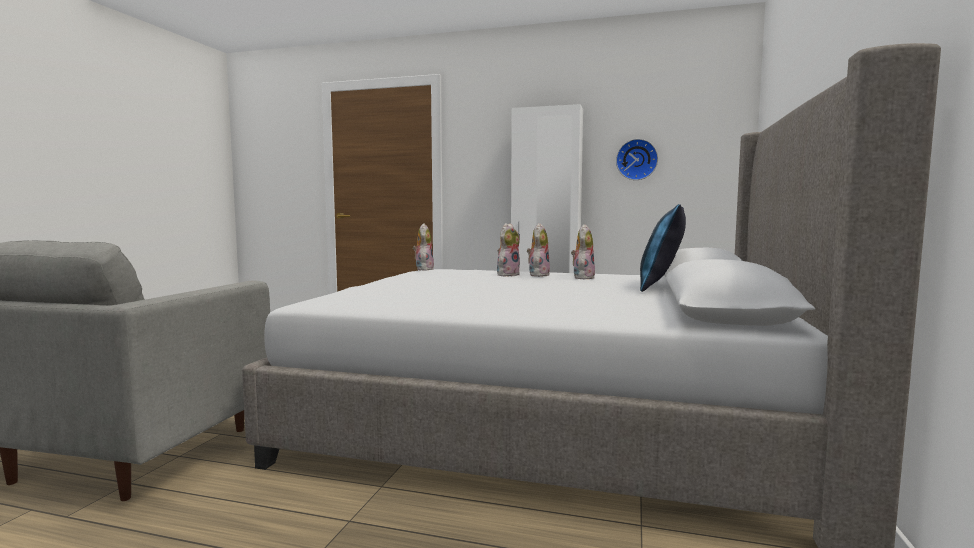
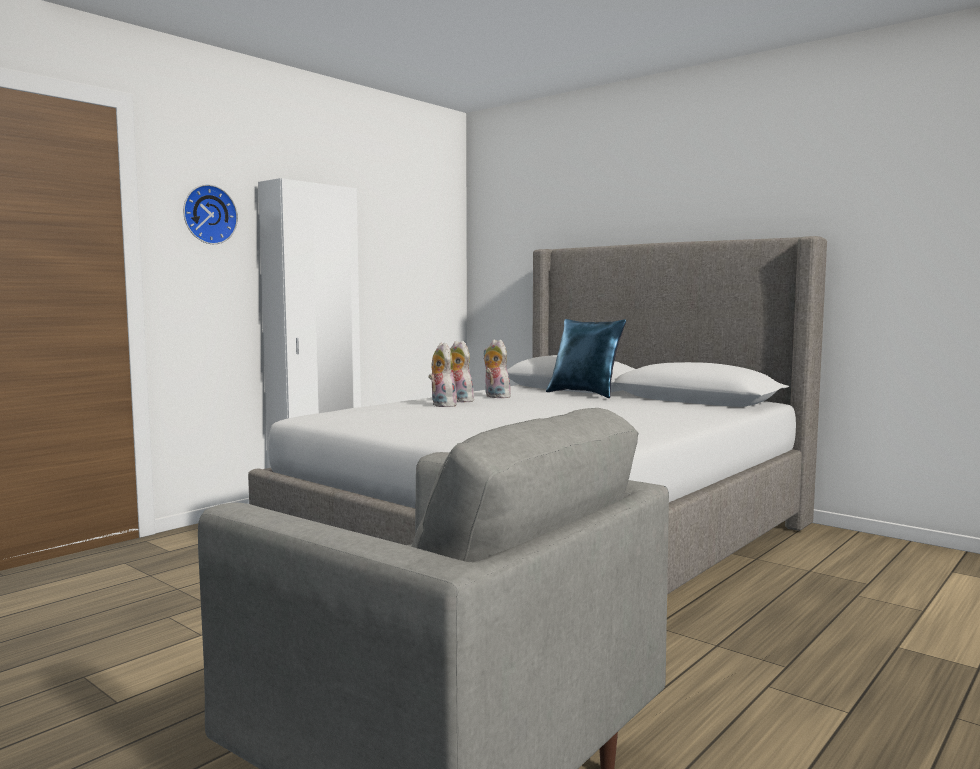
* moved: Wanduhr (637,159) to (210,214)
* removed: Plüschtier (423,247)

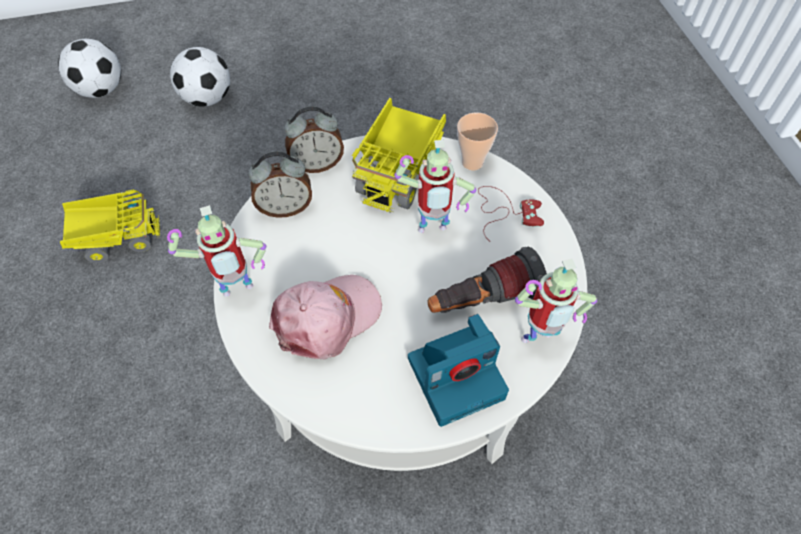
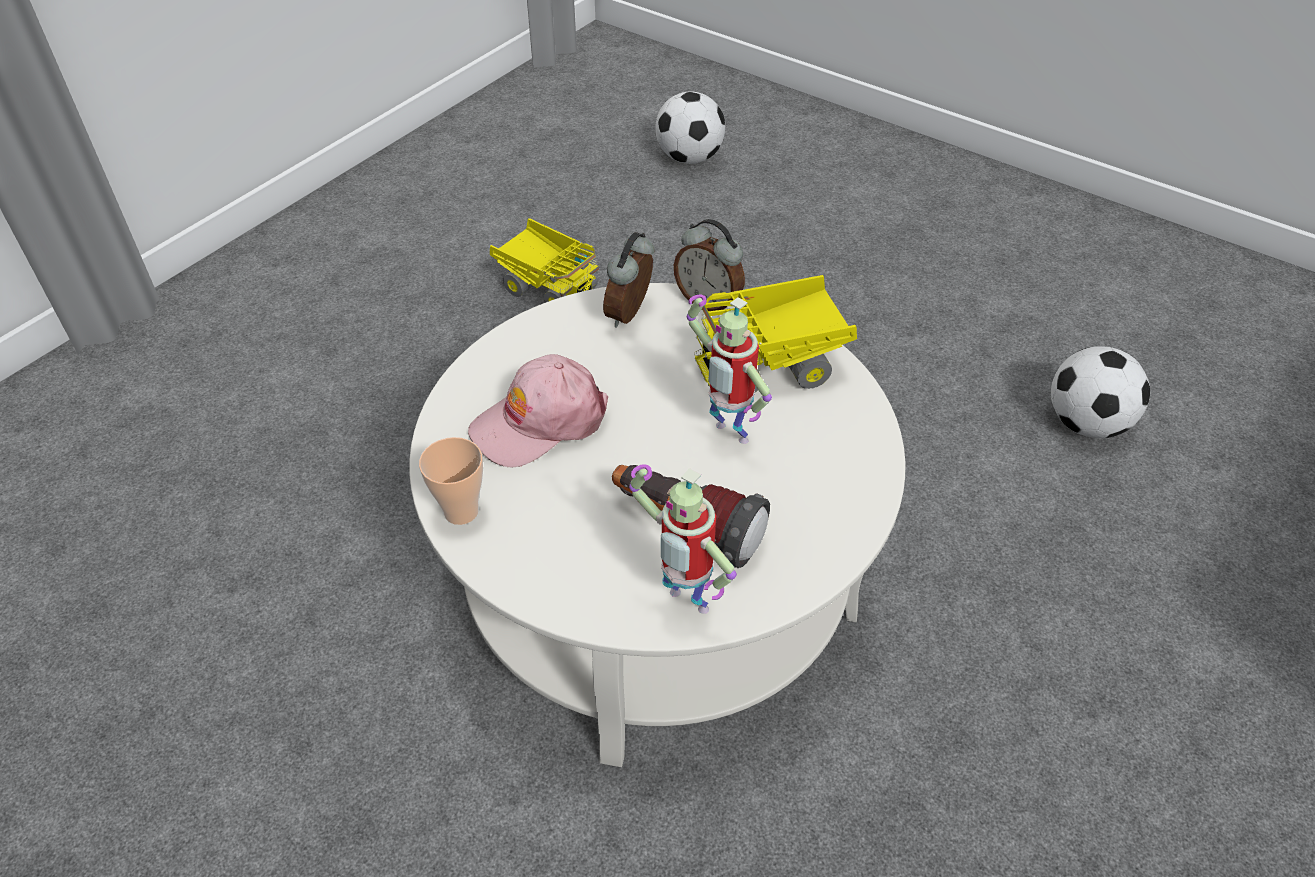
* moved: Fußball (200,77) to (1100,392)
* moved: Tasse (477,142) to (451,481)
* turned: Wecker (280,185) = (629,279) 75 degrees clockwise
* removed: Gamepad/rot (511,213)
* removed: Spielzeugroboter (216,251)
* turned: Kappe/rosa (325,317) = (538,411) 135 degrees clockwise
* removed: Kamera (458,370)

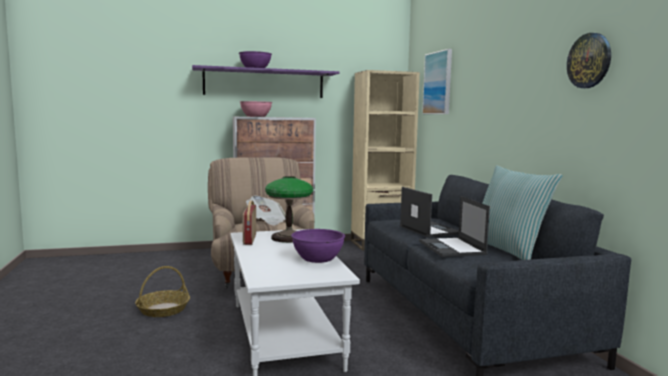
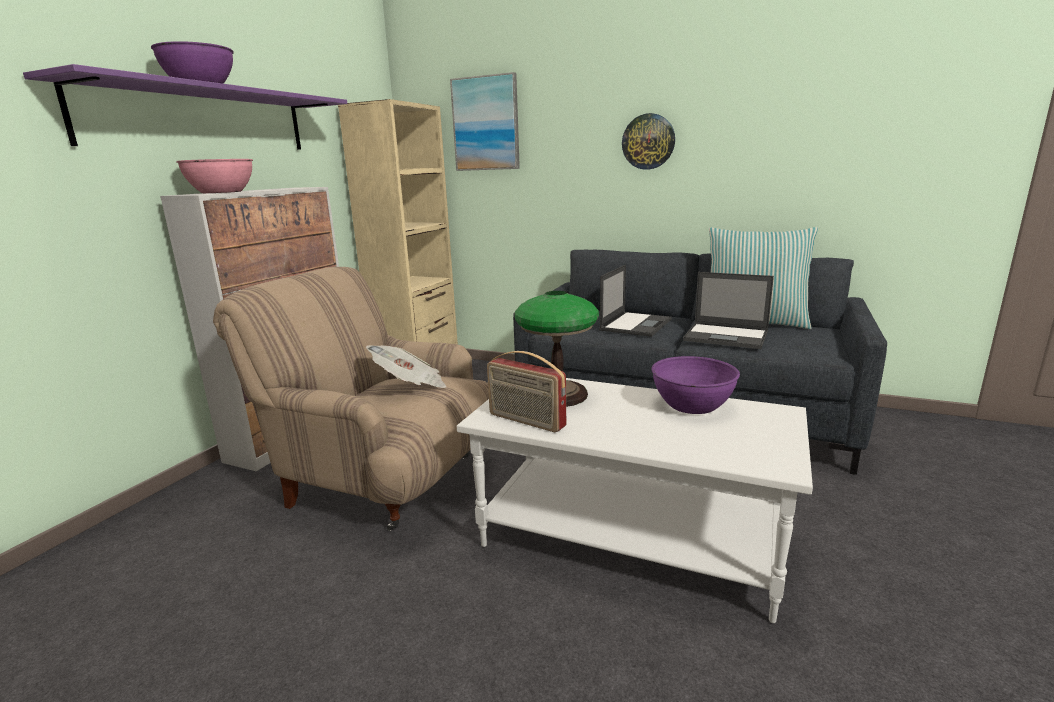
* moved: Wanduhr (589,60) to (648,141)
* turned: Laptop (429,212) = (635,301) 105 degrees clockwise
* removed: Korb (162,291)

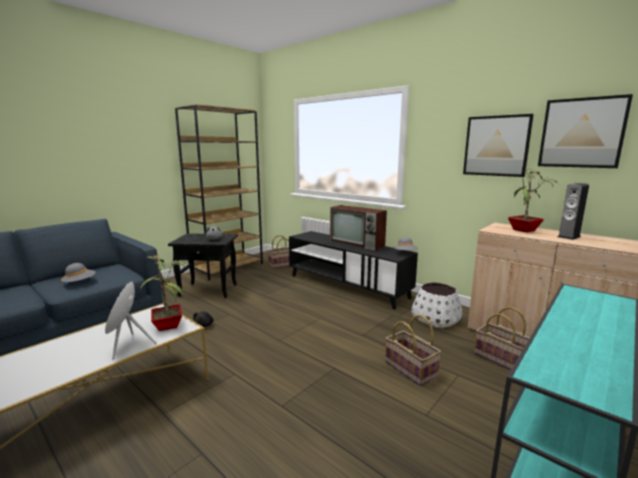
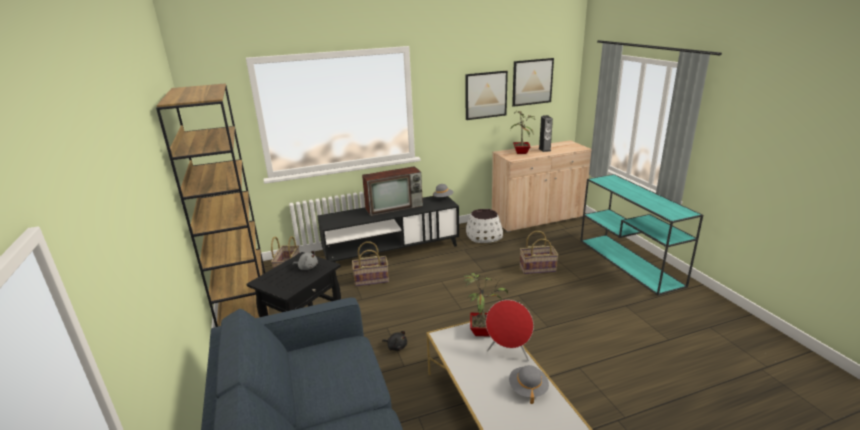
* moved: Hut/grau (78,274) to (529,384)
* moved: Korb (501,338) to (370,264)

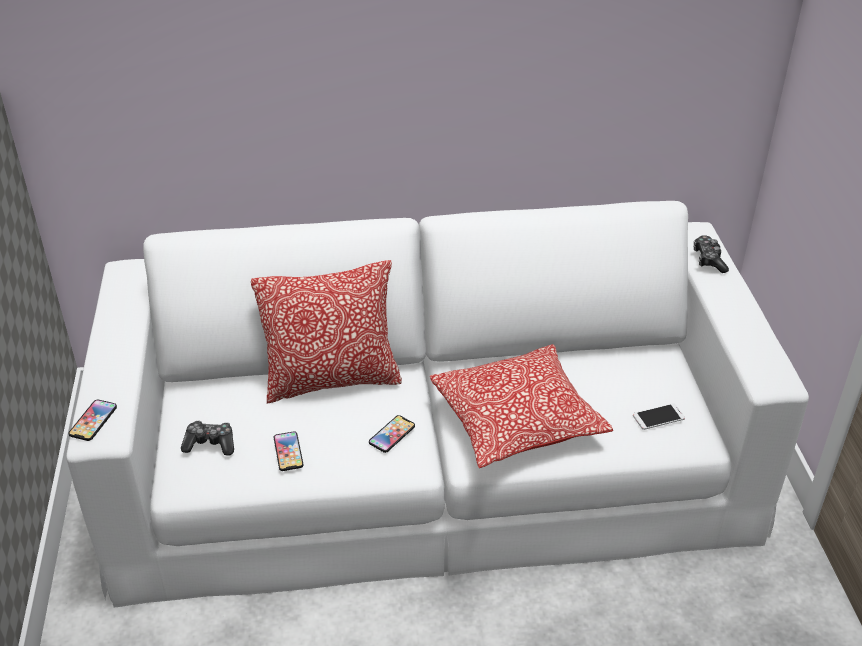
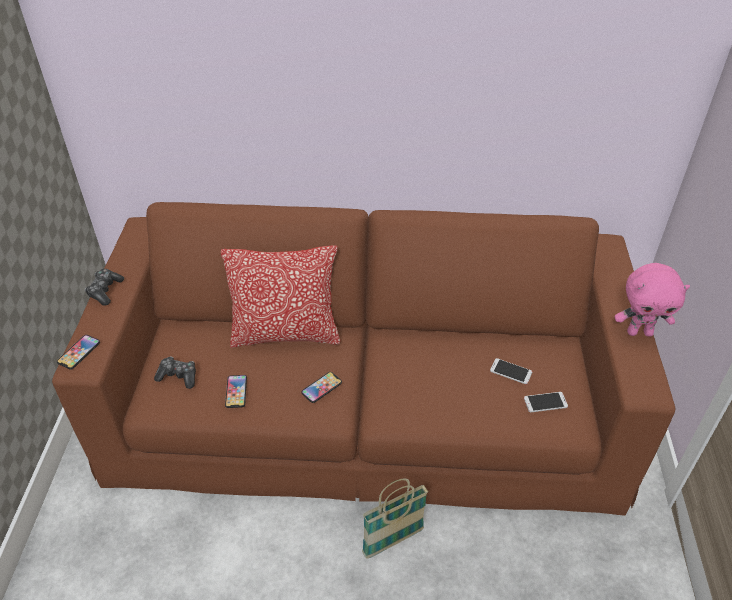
* recoloured: Sofa/weiß (437,404) to Sofa/braun (363,359)
* moved: Gamepad (711,254) to (104,287)
* removed: Kissen (521,406)
* added: Plüschtier/rosa (652,300)
* added: Handy (511,371)
* added: Korb (395,518)

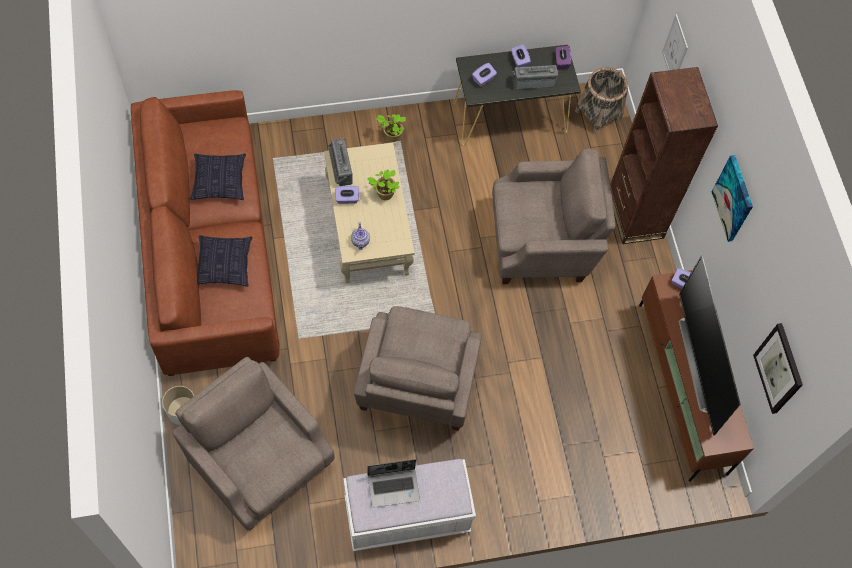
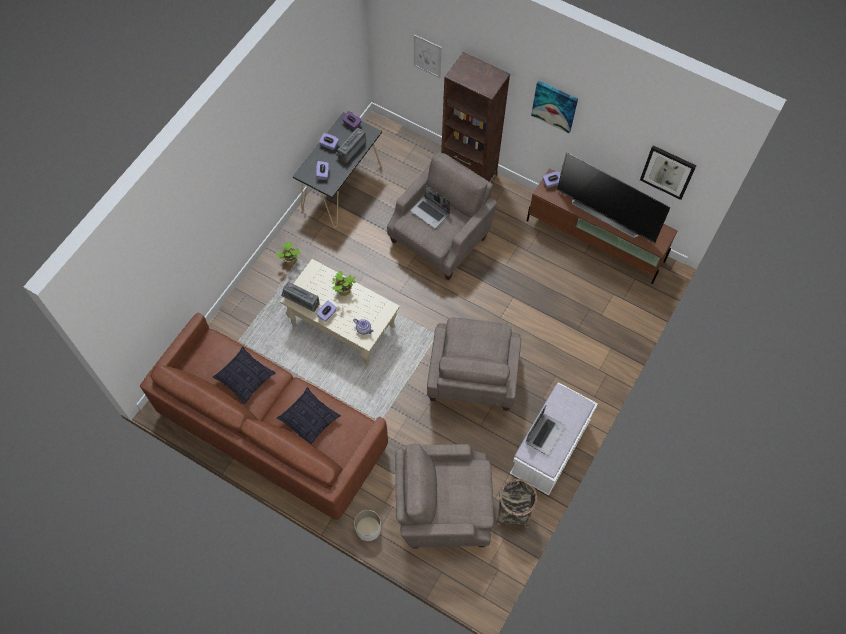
* moved: Korb (601,100) to (516,503)
* turned: Sessel/beige (418,368) = (474,364) 45 degrees clockwise
* added: Laptop (430,206)

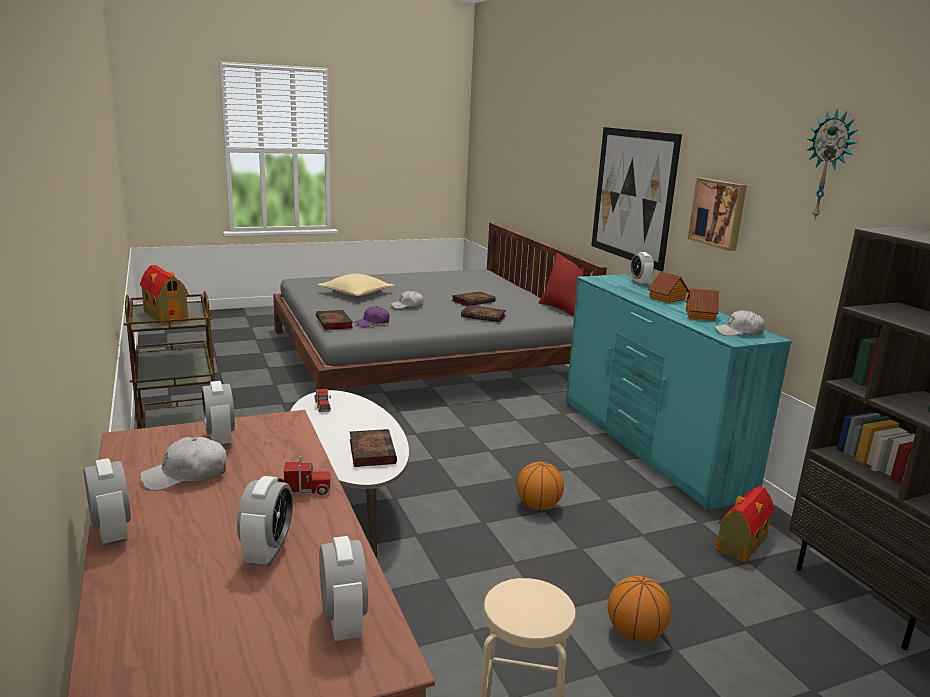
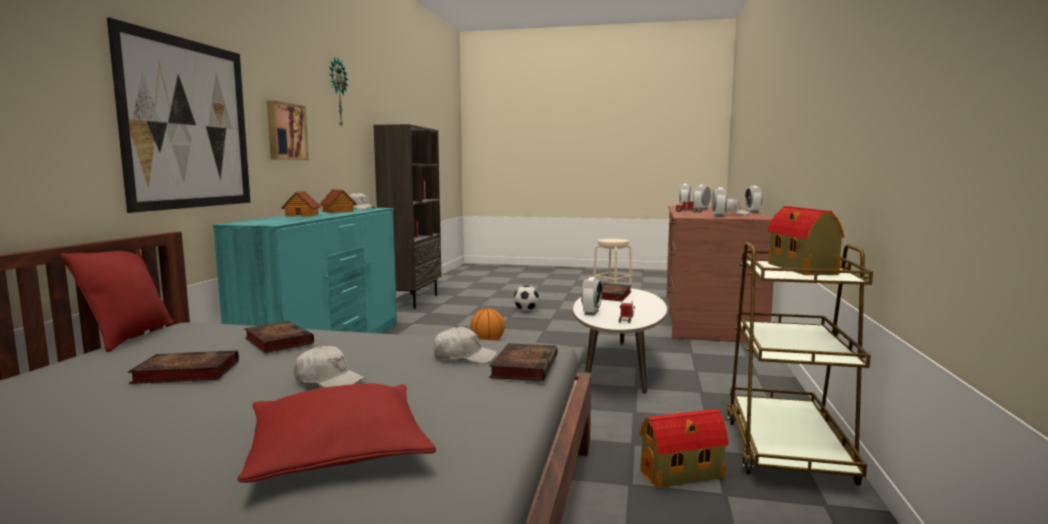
* moved: Wecker (642,269) to (592,296)
* recoloured: Kissen/beige (355,285) to Kissen/rot (337,433)
* recoloured: Kappe/lila (372,316) to Kappe/weiß (465,345)
* moved: Spielzeughaus (745,524) to (684,448)
* replaced: Basketball (639,609) to Fußball (526,298)

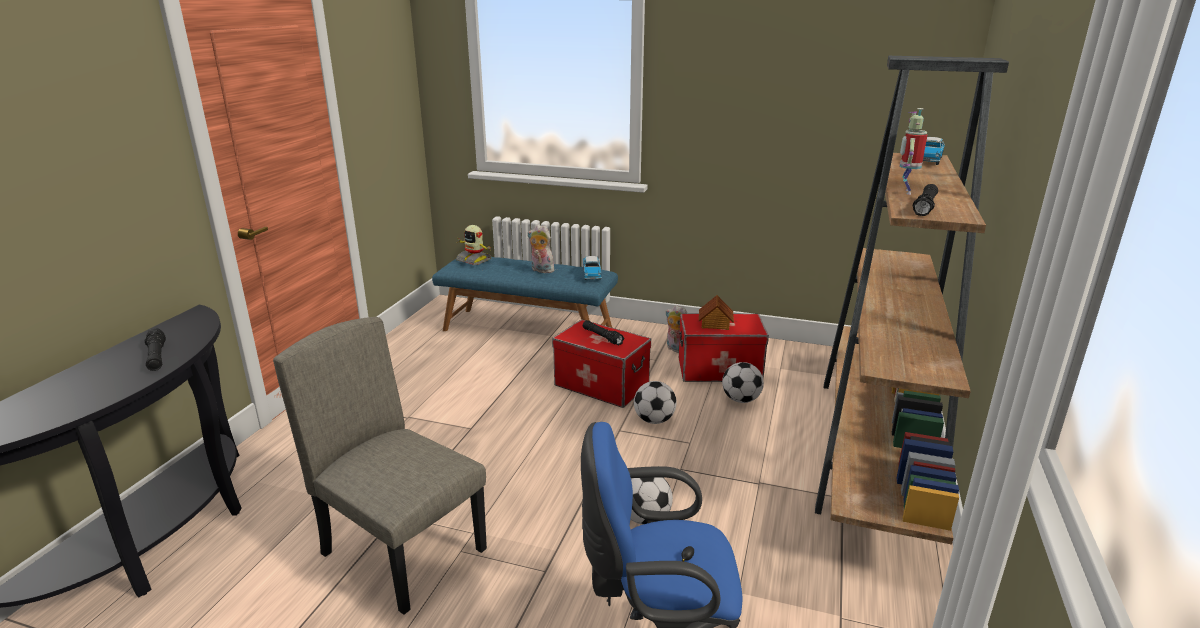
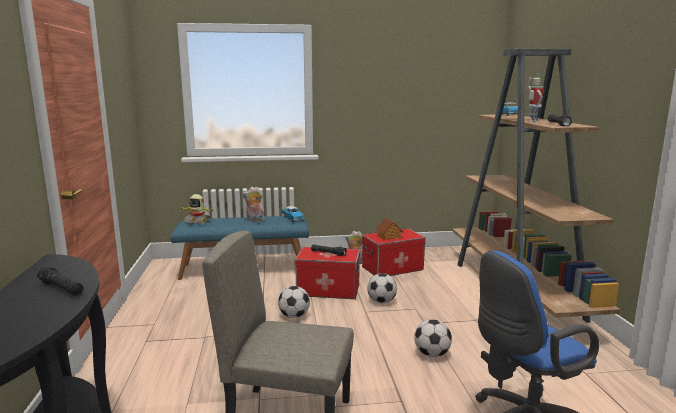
* moved: Fußball (743,382) to (294,302)

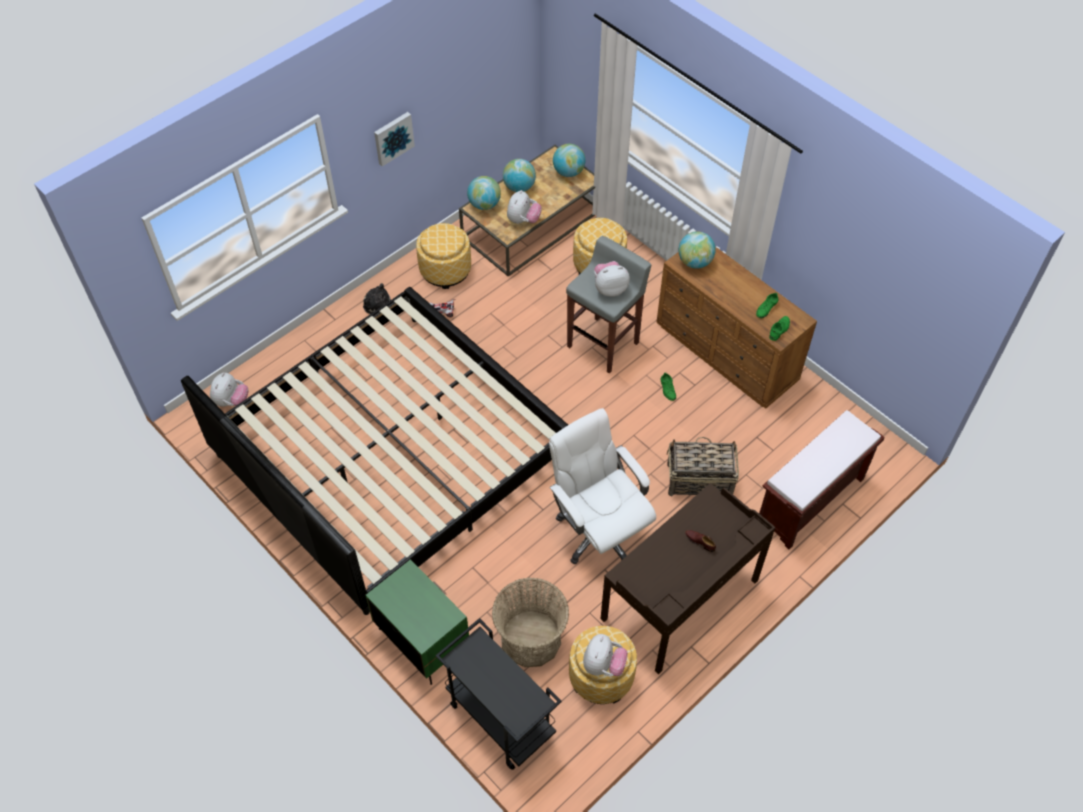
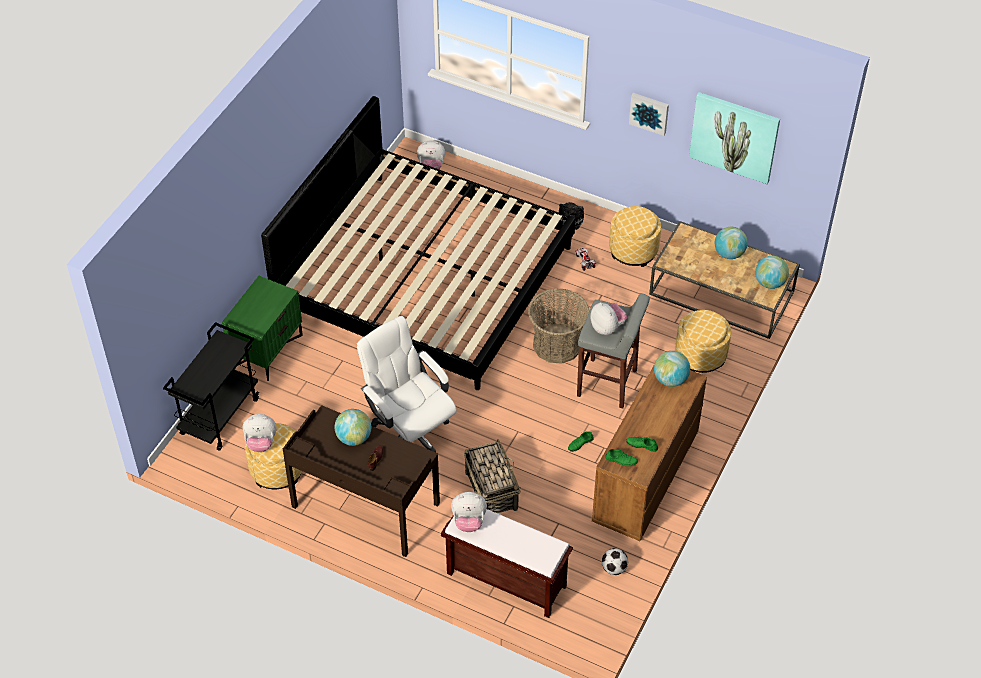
* moved: Globus (484,193) to (352,427)
* moved: Plüschtier (524,207) to (469,512)
* turned: Bürostuhl/weiß (602,486) = (407,384) 75 degrees counterclockwise
* moved: Korb (530,622) to (559,326)
* added: Bild (734,138)
* added: Fußball (614,561)

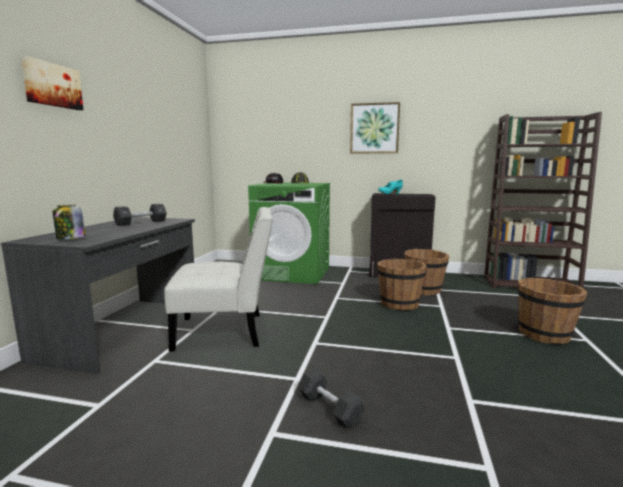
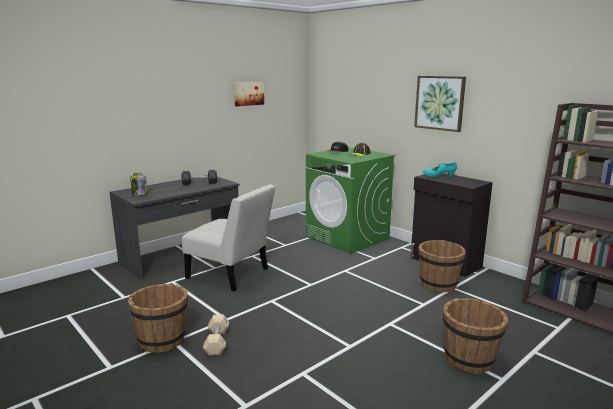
* moved: Bild (52,82) to (249,94)
* moved: Eimer/braun (402,284) to (158,318)
* recoloured: Hantel/schwarz (331,399) to Hantel/beige (216,335)

